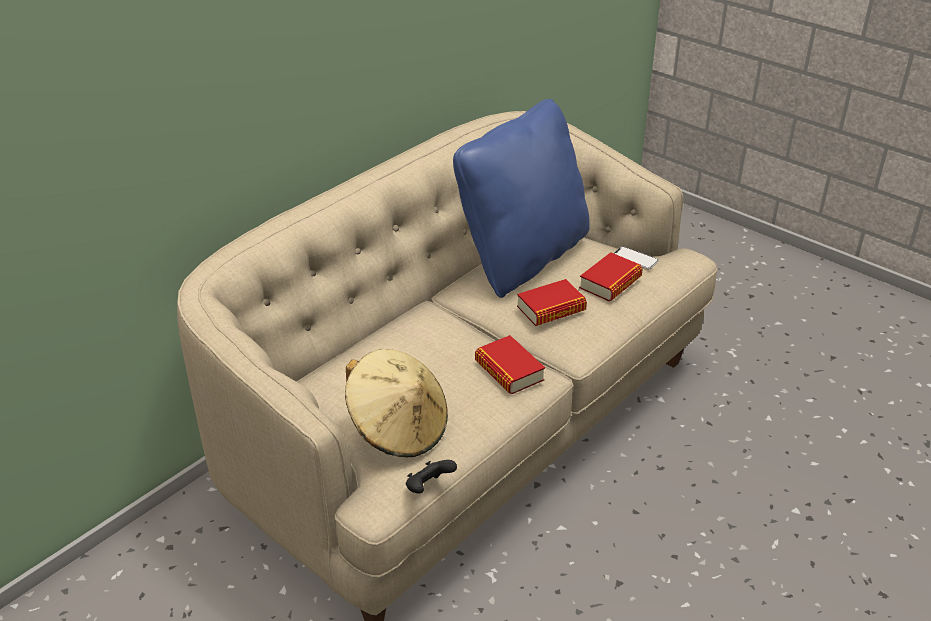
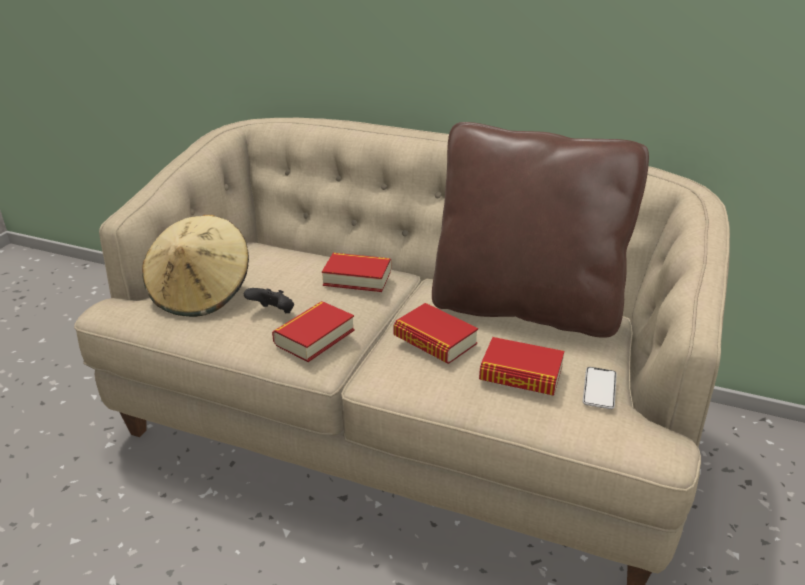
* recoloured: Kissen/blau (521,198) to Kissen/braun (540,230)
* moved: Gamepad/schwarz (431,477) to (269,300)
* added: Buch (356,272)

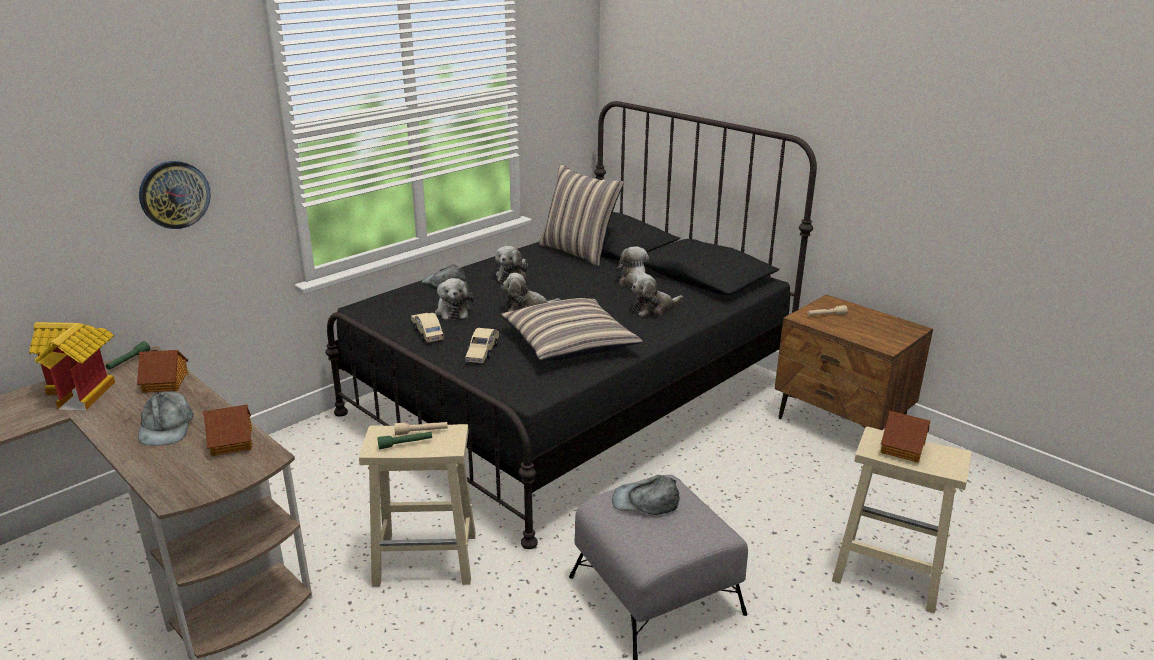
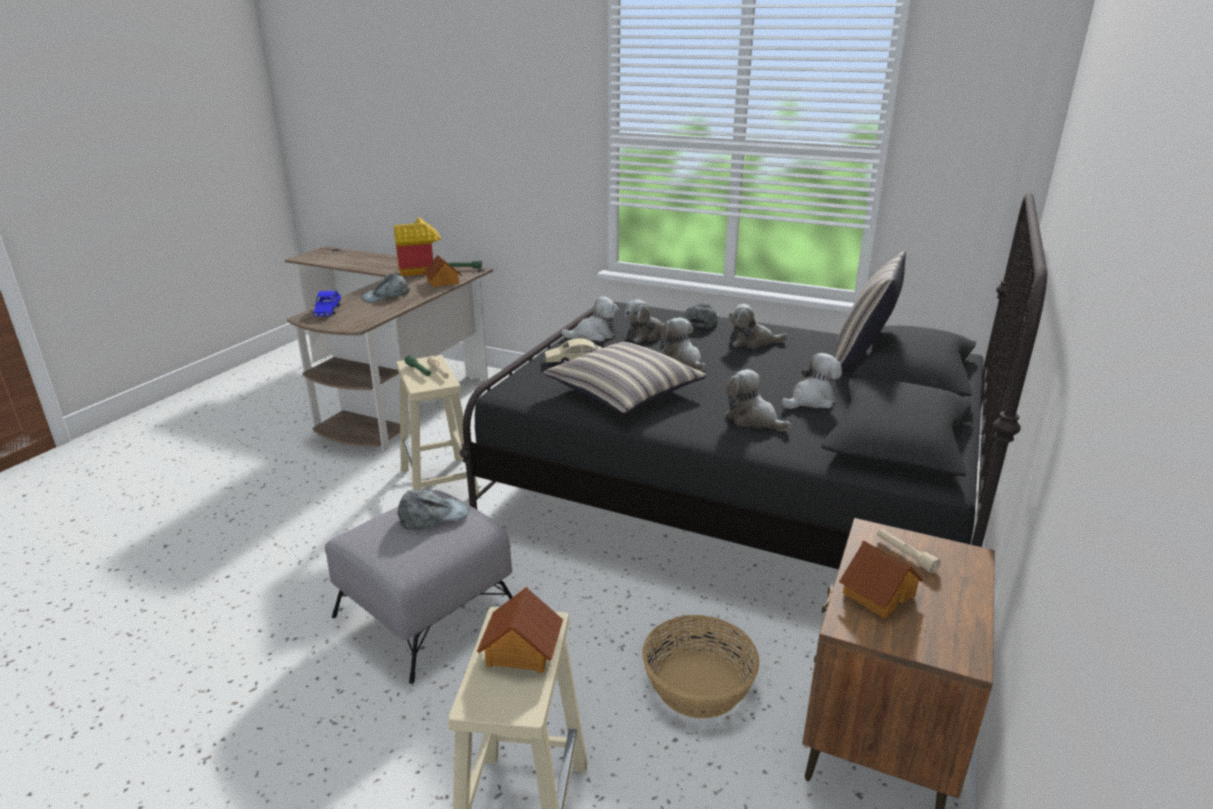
* removed: Wanduhr (175,195)
* replaced: Spielzeugauto/beige (427,328) to Plüschtier (590,319)
* moved: Spielzeughaus (227,430) to (881,580)
* turned: Kappe/grau (646,495) = (433,510) 75 degrees clockwise
* added: Spielzeugauto/blau (327,303)
* added: Korb (701,666)

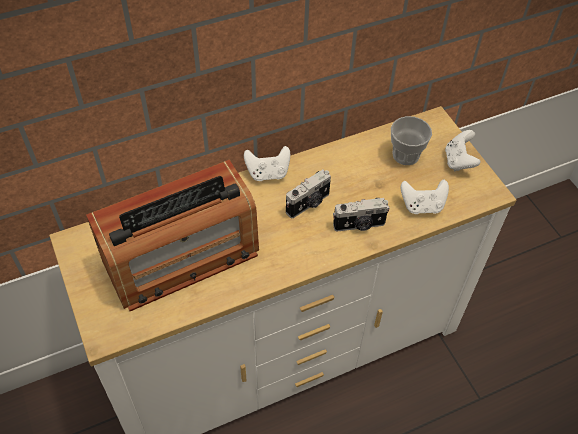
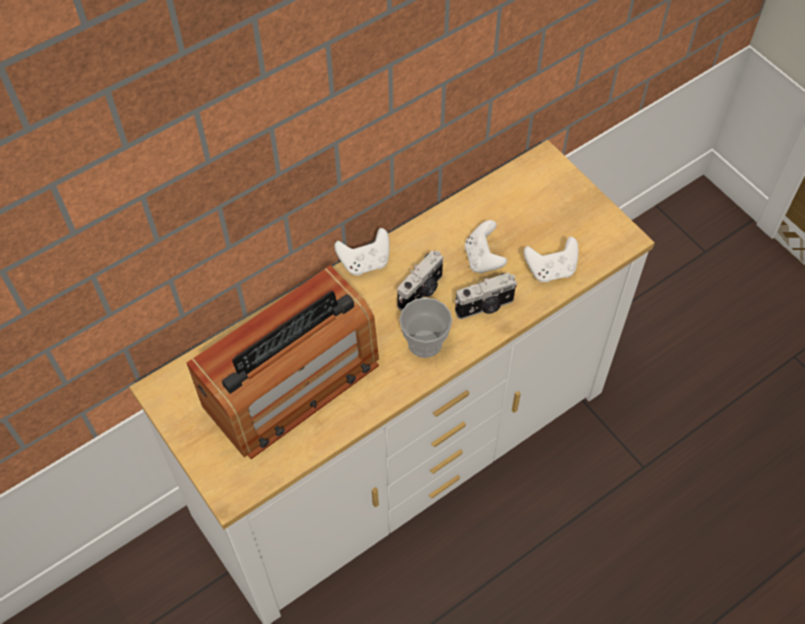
* moved: Tasse (411,140) to (425,327)
* moved: Gamepad/weiß (463,150) to (486,247)

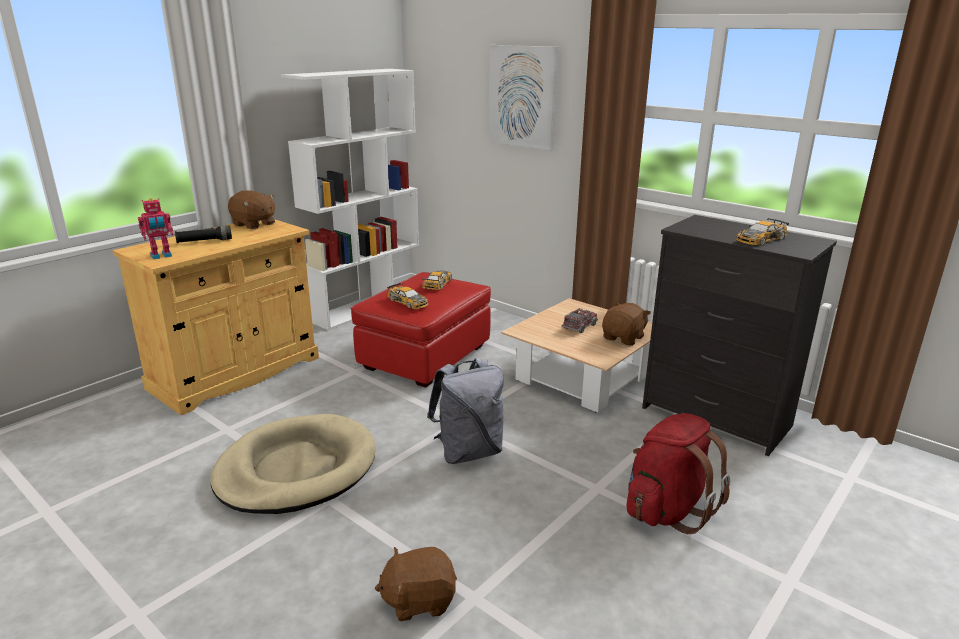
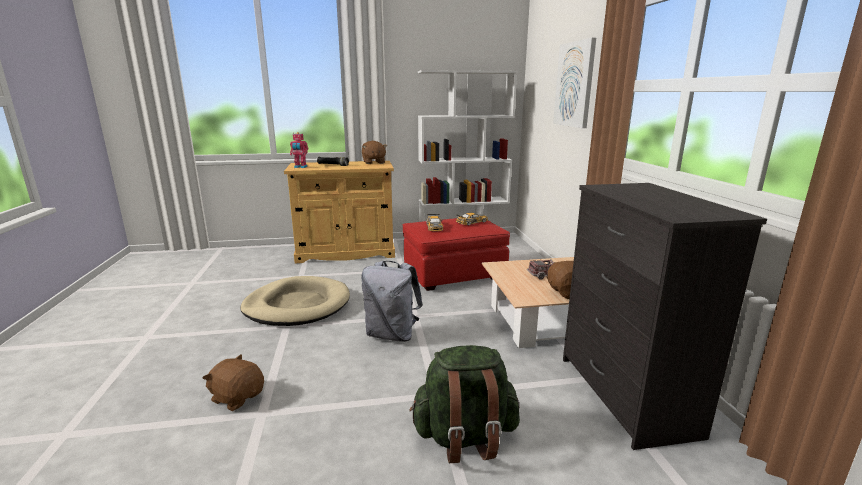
* removed: Spielzeugauto (762,231)
* recoloured: Rucksack/rot (678,473) to Rucksack/grün (464,404)

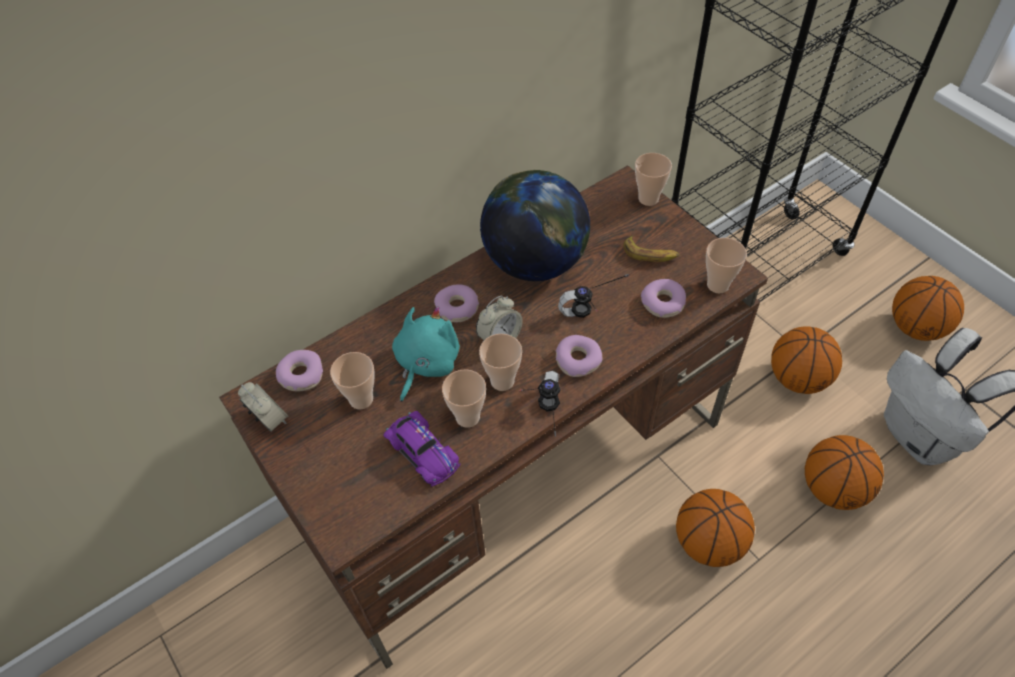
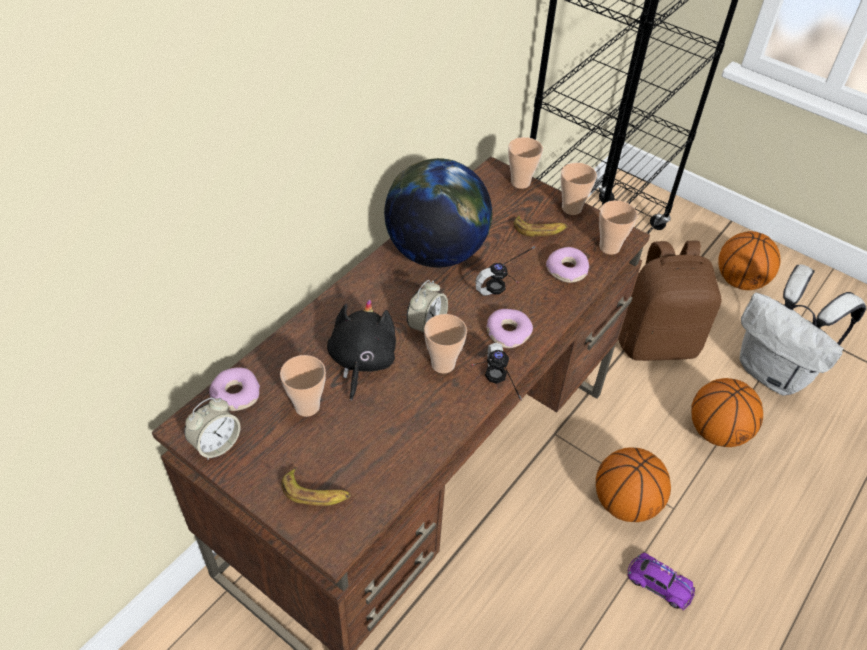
* removed: Donut (456,303)
* recoloured: Plüschtier/türkis (426,354) to Plüschtier/schwarz (361,350)
* replaced: Basketball (806,360) to Rucksack/braun (670,301)
* moved: Tasse (464,398) to (579,189)
* turned: Wecker (263,407) = (212,428) 105 degrees clockwise
* moved: Spielzeugauto/lila (422,449) to (661,581)
* added: Banane (316,486)

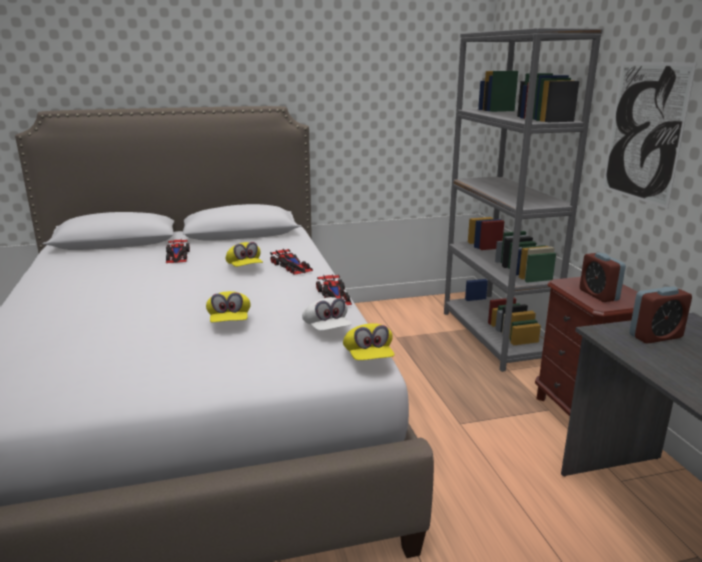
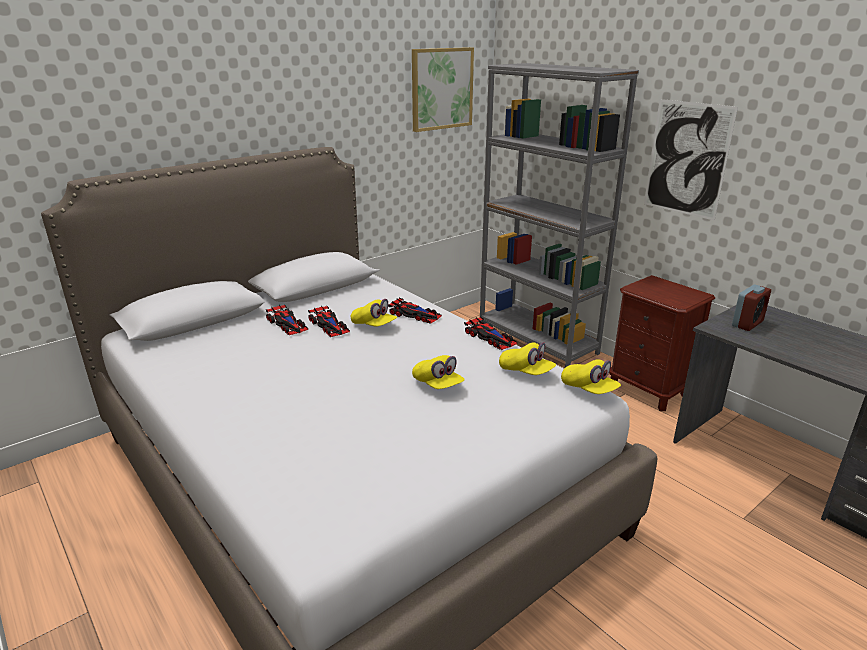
* removed: Wecker (603,277)
* recoloured: Kappe/weiß (327,314) to Kappe/gelb (527,358)
* added: Bild (443,89)
* added: Spielzeugauto (329,321)

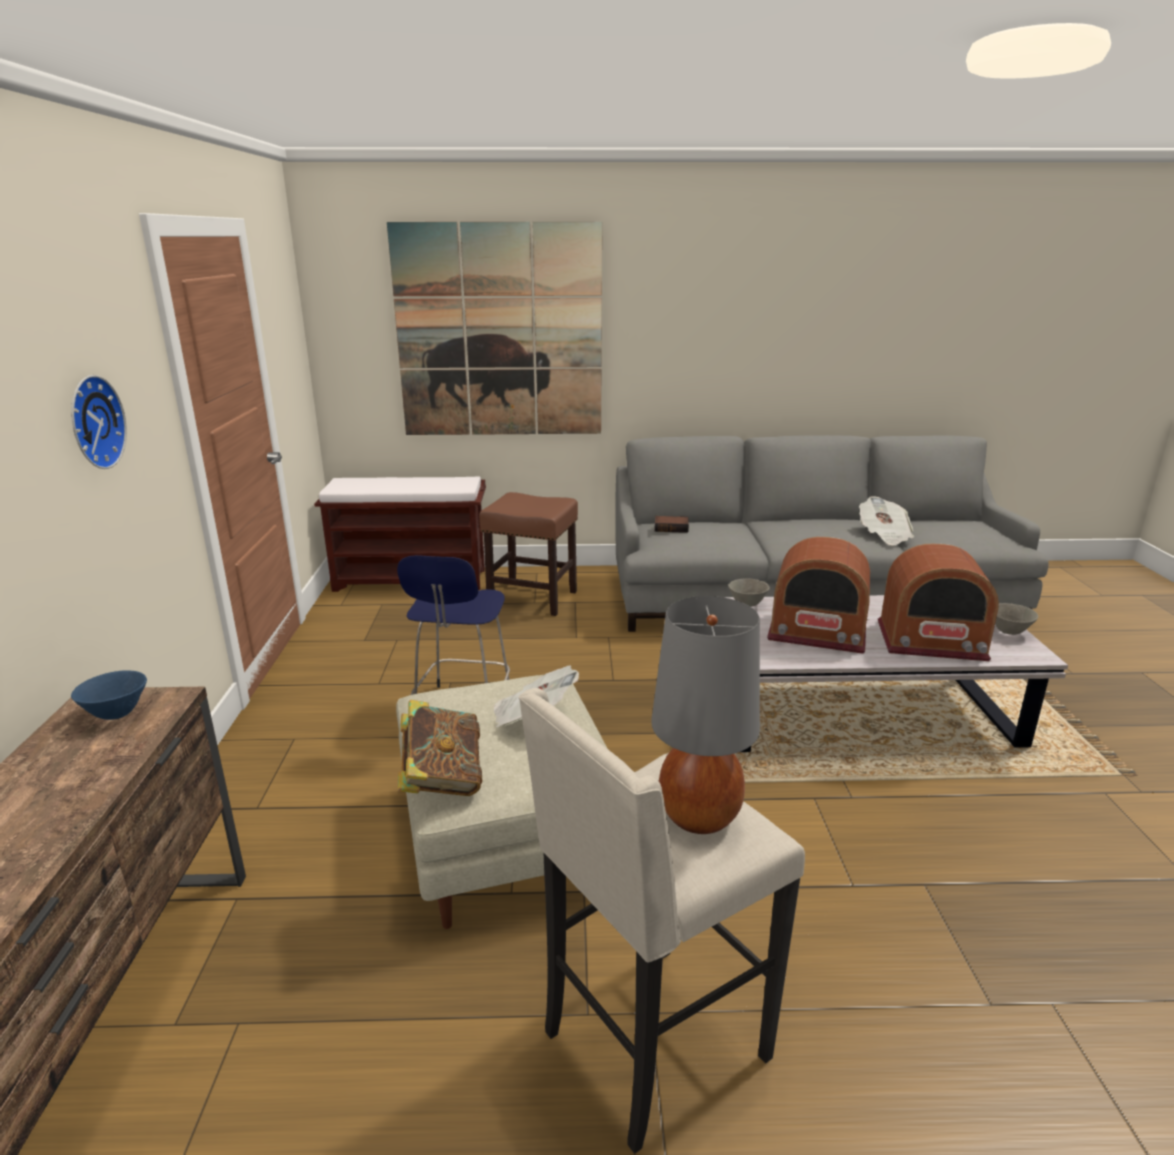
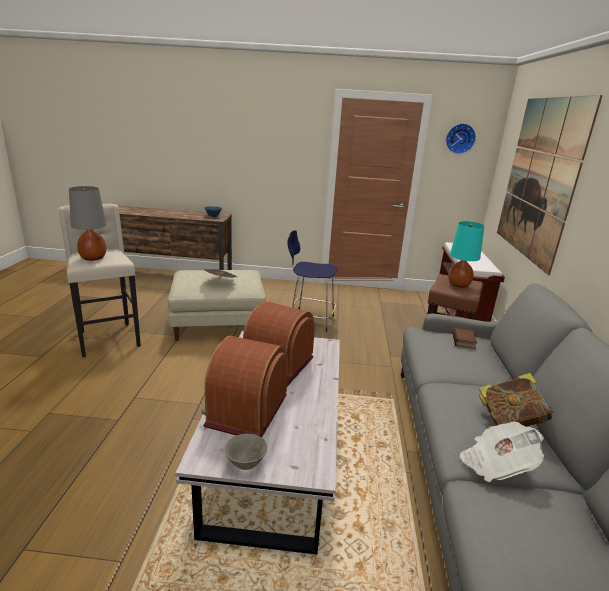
* moved: Wanduhr (99,422) to (461,138)
* removed: Schüssel/grau (749,592)
* moved: Buch (440,748) to (516,400)
* added: Tischlampe/türkis (466,254)

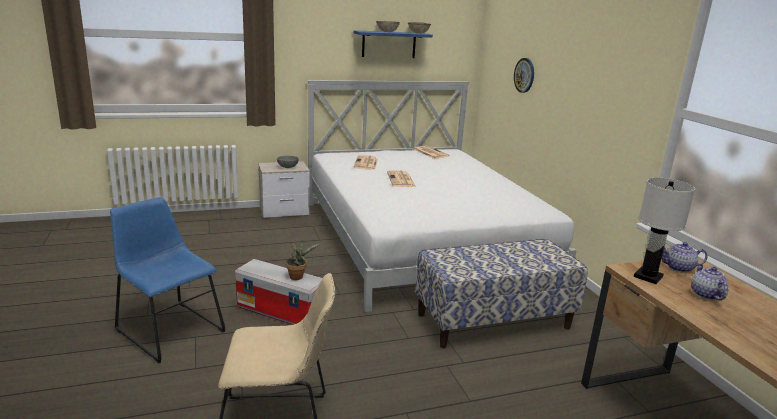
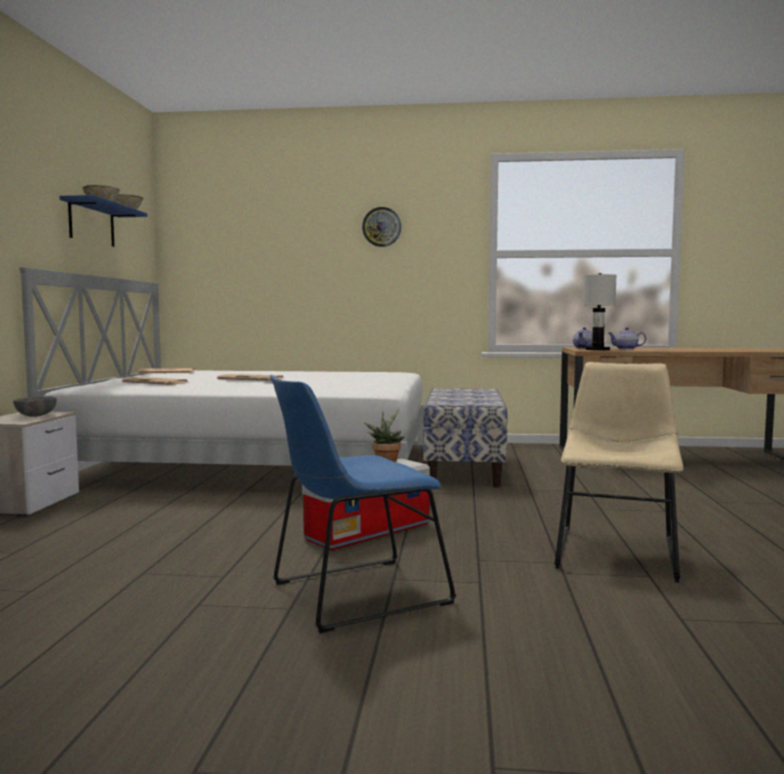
* moved: Wanduhr (524,75) to (381,227)

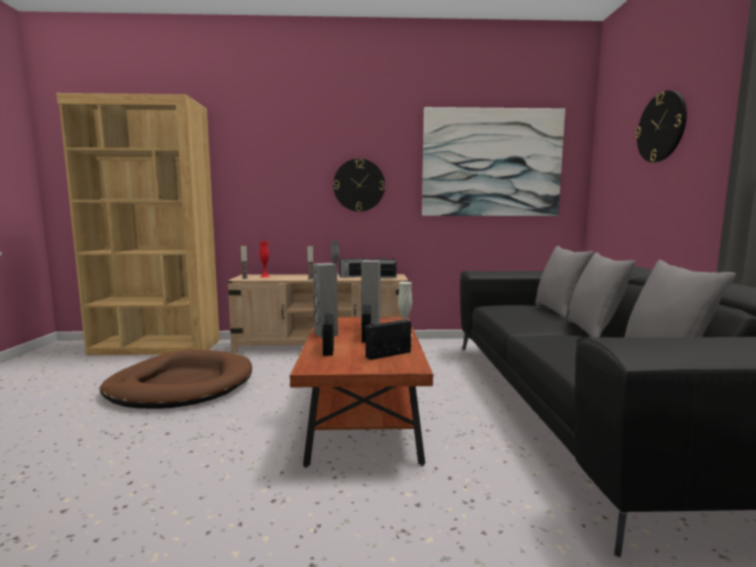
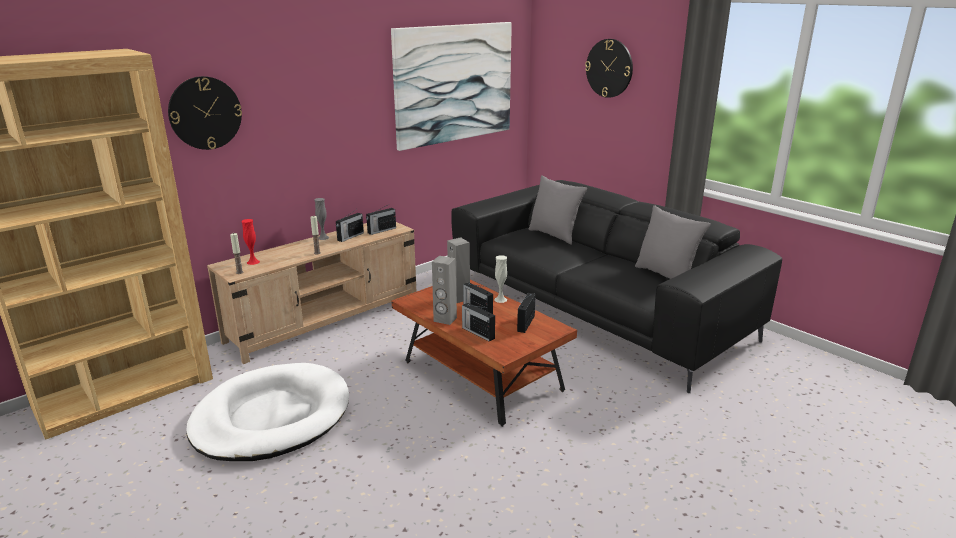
* moved: Wanduhr (359,185) to (205,113)
* removed: Kissen/grau (602,295)
* recoloured: Hundebett/braun (175,379) to Hundebett/weiß (267,412)

